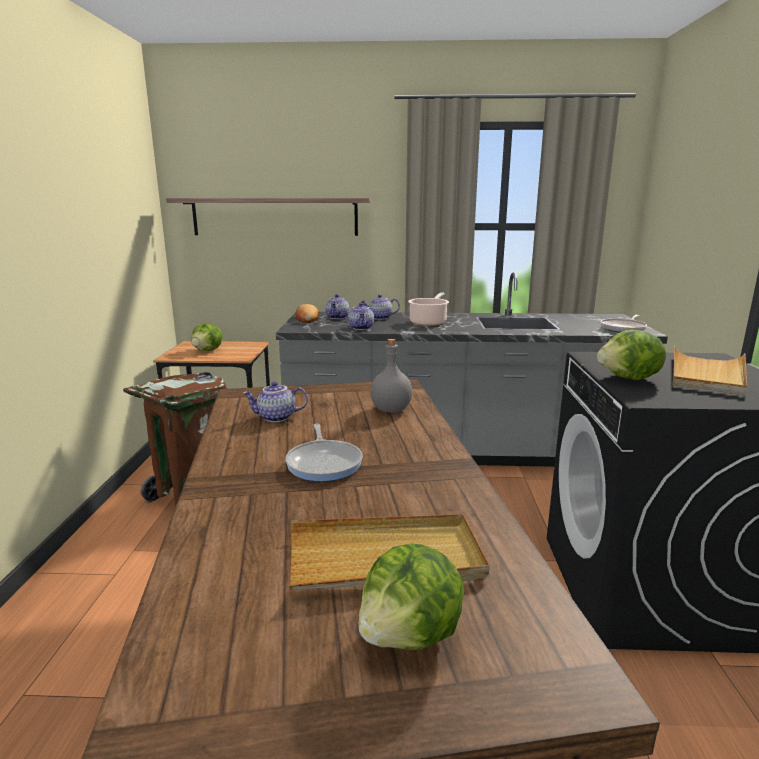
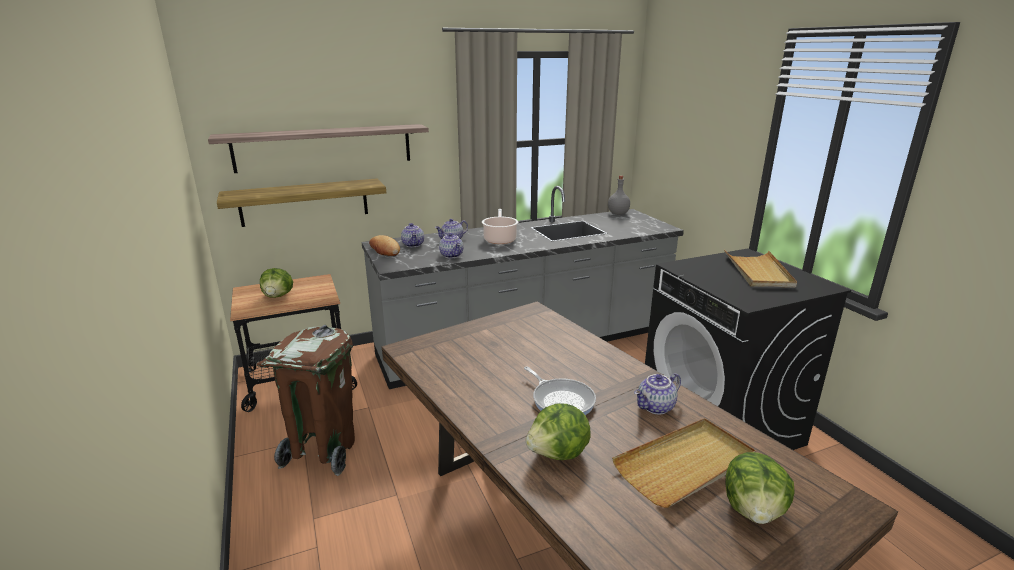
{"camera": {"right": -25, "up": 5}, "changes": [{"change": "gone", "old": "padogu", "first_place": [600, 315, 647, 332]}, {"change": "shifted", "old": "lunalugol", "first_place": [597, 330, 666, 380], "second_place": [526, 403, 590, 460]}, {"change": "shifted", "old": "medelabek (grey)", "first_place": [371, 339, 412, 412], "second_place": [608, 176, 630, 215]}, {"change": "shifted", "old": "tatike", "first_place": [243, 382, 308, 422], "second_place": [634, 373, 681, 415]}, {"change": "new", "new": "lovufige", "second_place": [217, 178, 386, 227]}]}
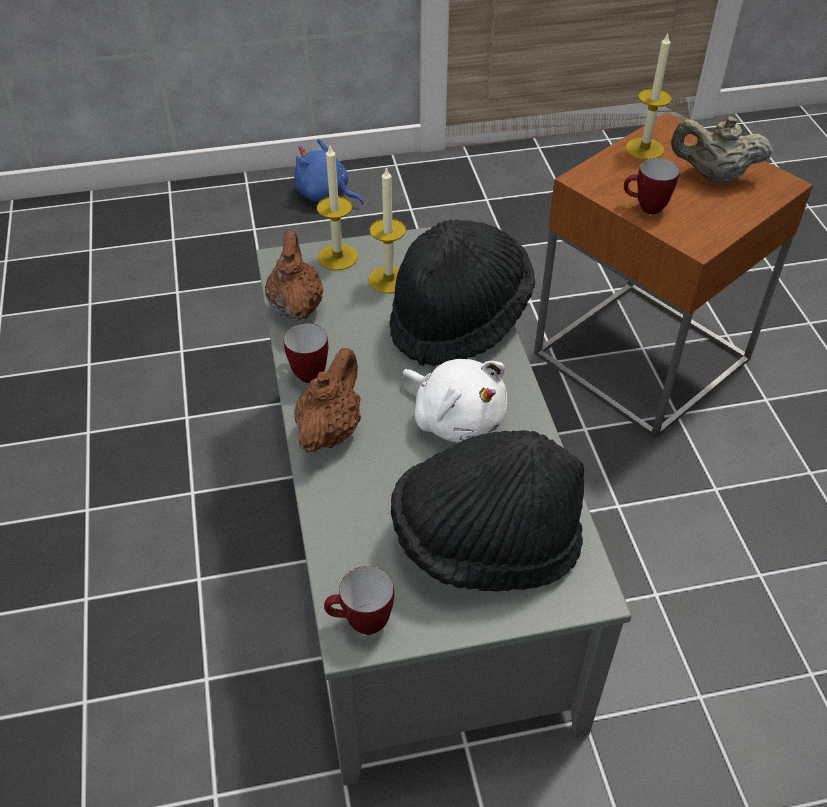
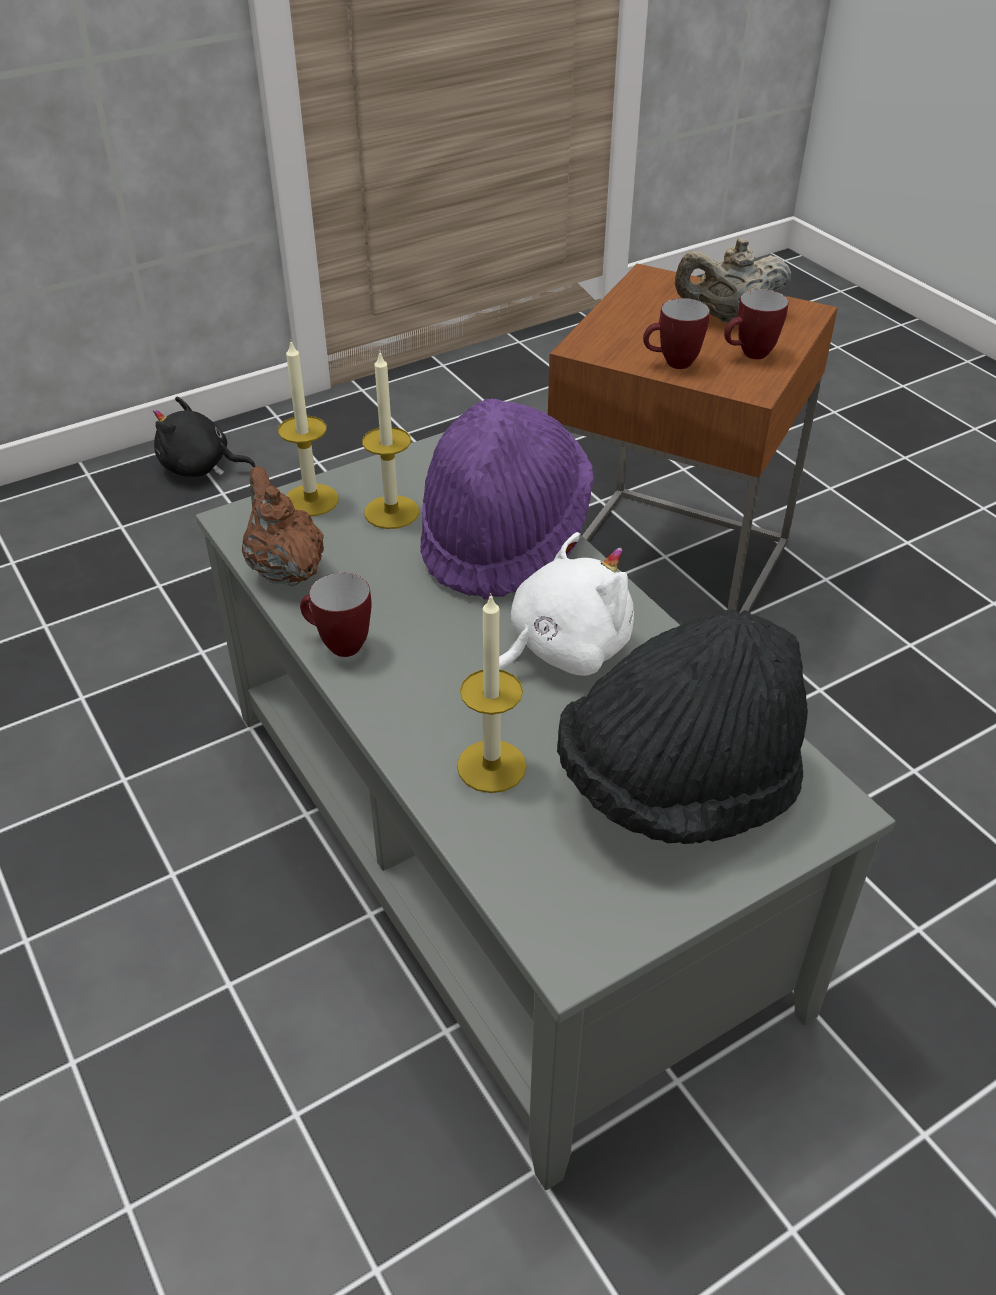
{"camera": {"right": -20, "up": -5}, "changes": [{"change": "shifted", "old": "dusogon", "first_place": [626, 34, 672, 160], "second_place": [457, 593, 527, 793]}, {"change": "repainted", "old": "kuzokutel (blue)", "new": "kuzokutel (black)", "first_place": [294, 139, 364, 205], "second_place": [153, 396, 256, 477]}, {"change": "repainted", "old": "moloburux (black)", "new": "moloburux (purple)", "first_place": [389, 219, 535, 366], "second_place": [420, 398, 594, 600]}, {"change": "gone", "old": "tatike (brown)", "first_place": [294, 348, 361, 452]}, {"change": "rotated", "old": "kuzokutel (white)", "first_place": [402, 359, 507, 443], "second_place": [499, 532, 634, 676], "degrees": -60}, {"change": "shifted", "old": "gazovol", "first_place": [324, 566, 394, 635], "second_place": [724, 289, 788, 359]}]}
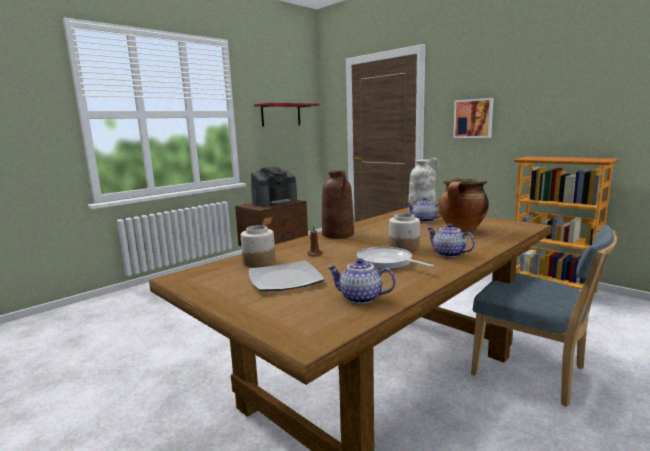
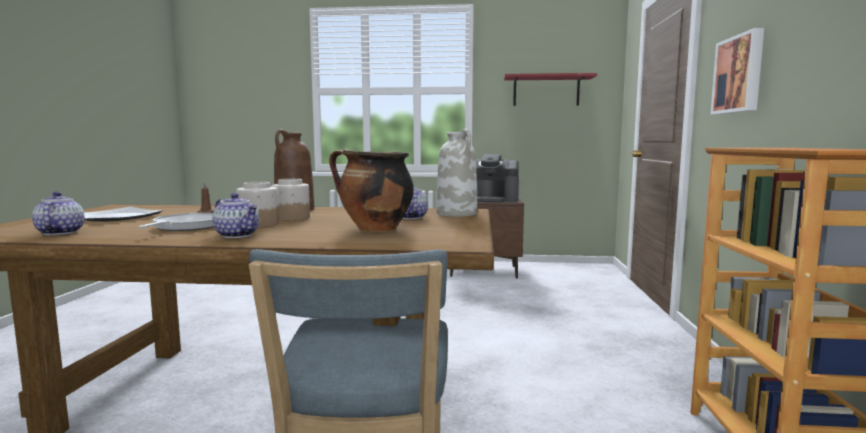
{"camera": {"right": 50, "up": -5}, "changes": [{"change": "rotated", "old": "tatike", "first_place": [427, 223, 475, 257], "second_place": [212, 193, 259, 238], "degrees": 120}, {"change": "shifted", "old": "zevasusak", "first_place": [241, 225, 275, 267], "second_place": [272, 179, 310, 221]}]}
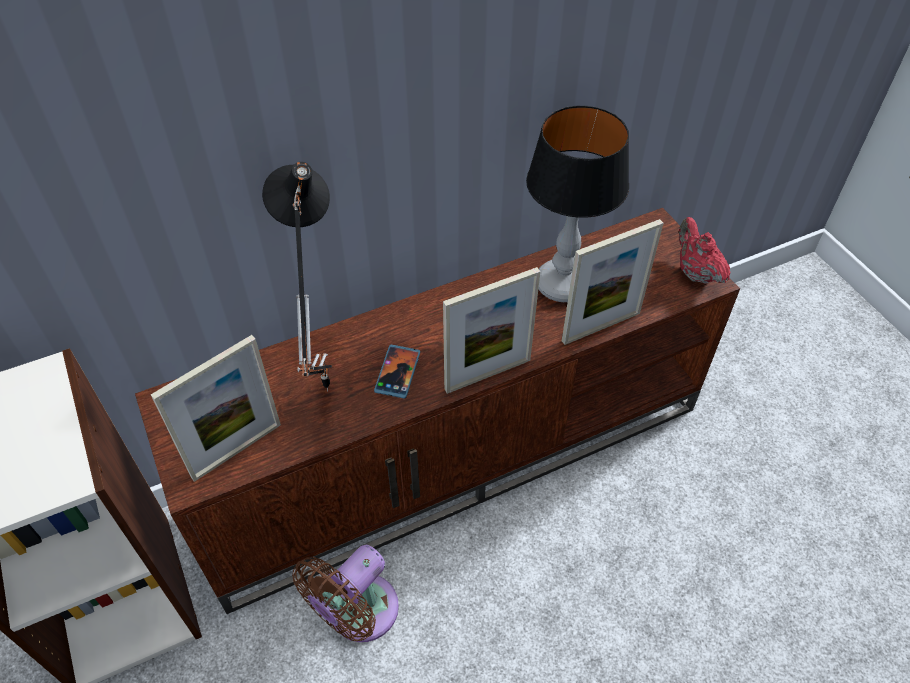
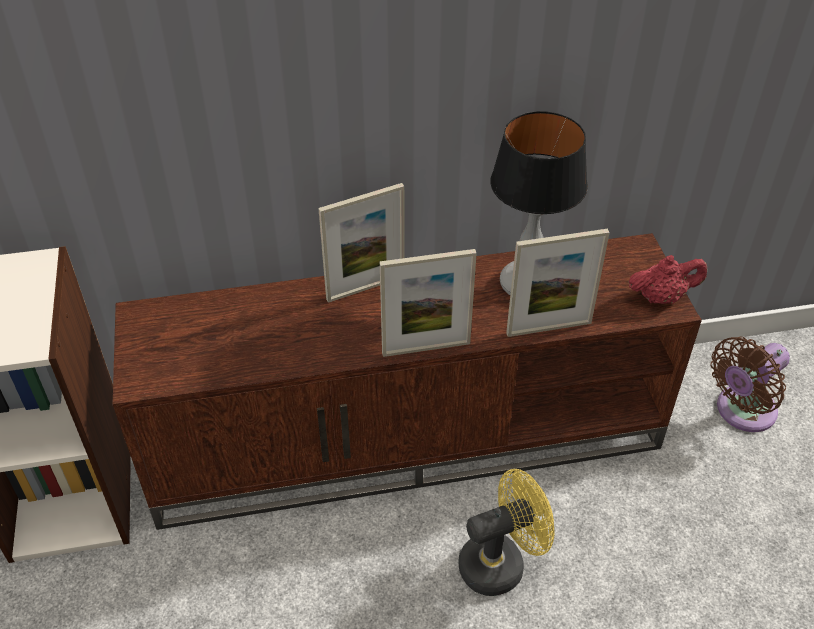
{"camera": {"right": 15, "up": -5}, "changes": [{"change": "gone", "old": "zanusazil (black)", "first_place": [262, 162, 332, 392]}, {"change": "rotated", "old": "tatike (red)", "first_place": [679, 217, 731, 284], "second_place": [629, 255, 707, 304], "degrees": 90}, {"change": "shifted", "old": "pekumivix", "first_place": [151, 335, 281, 482], "second_place": [318, 183, 405, 303]}, {"change": "gone", "old": "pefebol", "first_place": [374, 345, 420, 399]}, {"change": "shifted", "old": "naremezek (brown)", "first_place": [292, 545, 399, 642], "second_place": [710, 336, 790, 432]}, {"change": "new", "new": "naremezek (yellow)", "second_place": [459, 469, 555, 596]}]}
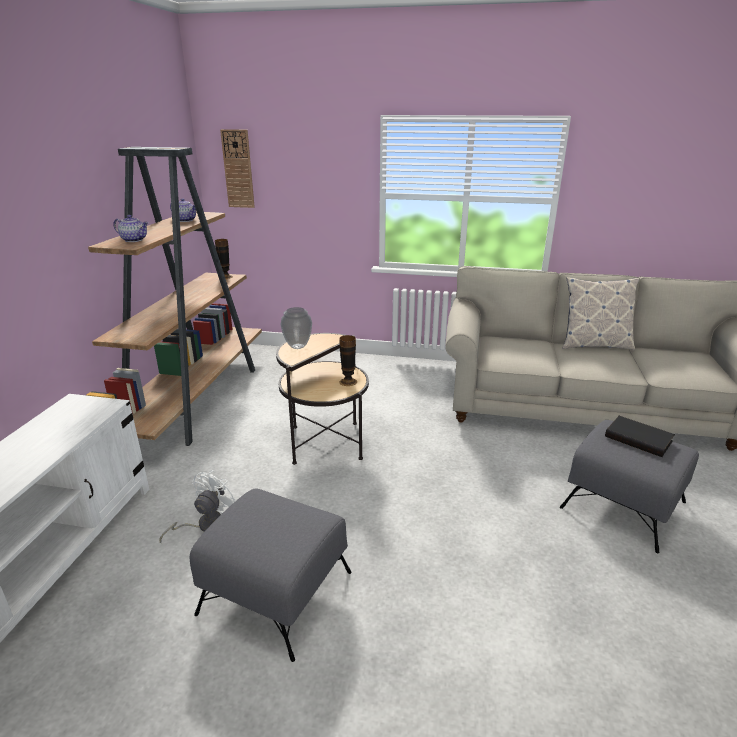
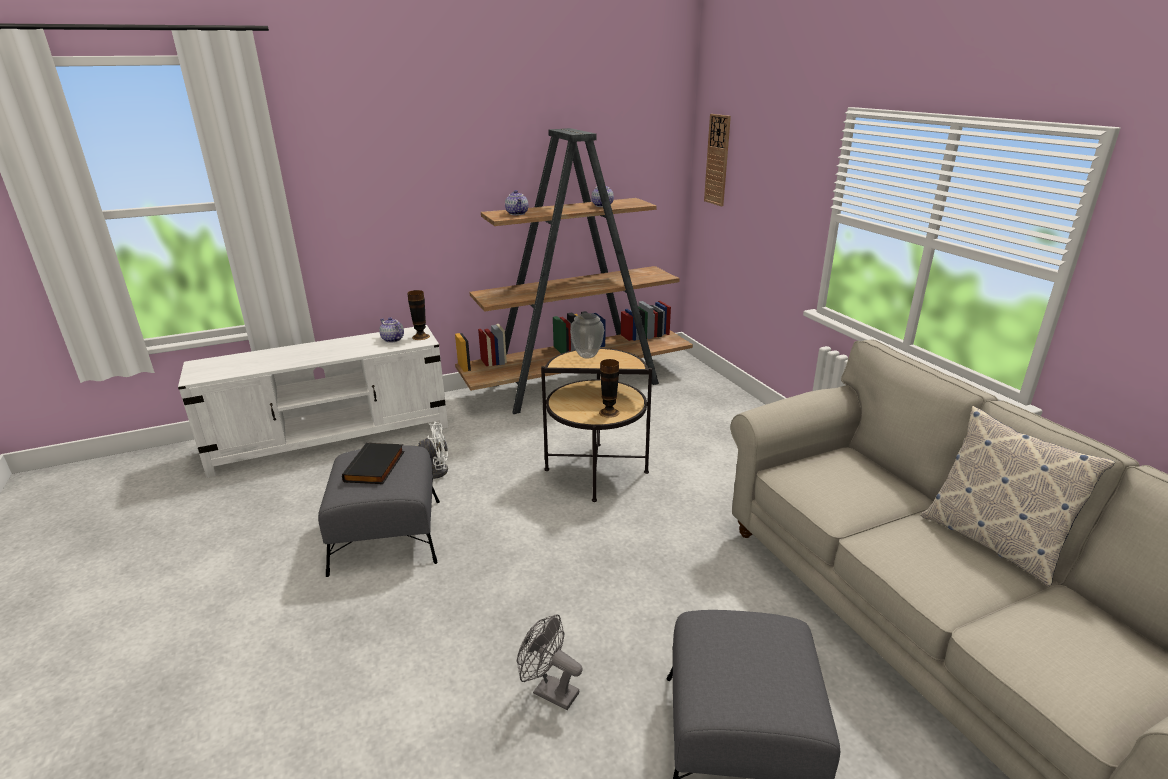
{"camera": {"right": 55, "up": 0}, "changes": [{"change": "shifted", "old": "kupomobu", "first_place": [215, 239, 233, 279], "second_place": [407, 290, 430, 340]}, {"change": "shifted", "old": "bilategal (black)", "first_place": [605, 416, 675, 457], "second_place": [342, 442, 404, 484]}, {"change": "new", "new": "tatike", "second_place": [379, 317, 404, 343]}, {"change": "new", "new": "naremezek (grey)", "second_place": [517, 615, 583, 710]}]}
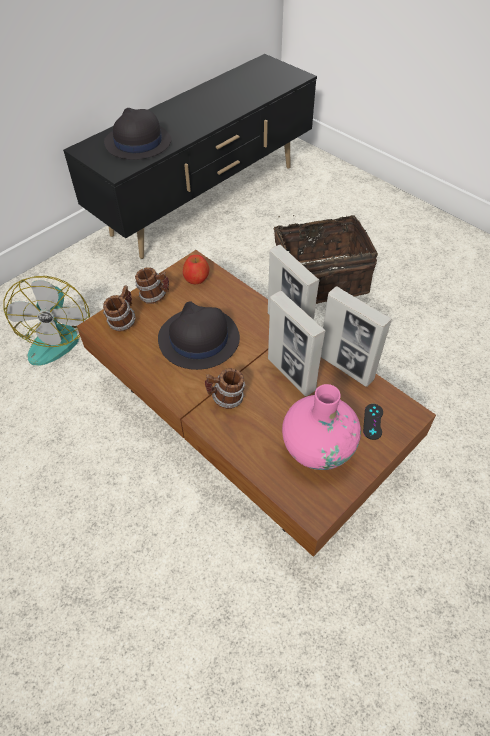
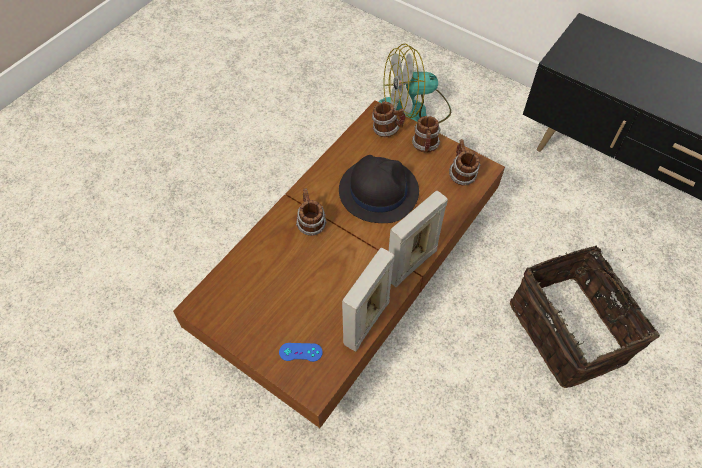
{"camera": {"right": 80, "up": 5}, "changes": [{"change": "gone", "old": "moloburux (black)", "first_place": [104, 108, 171, 160]}, {"change": "swapped", "old": "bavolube", "new": "gazovol", "first_place": [183, 255, 210, 284], "second_place": [449, 139, 480, 186]}, {"change": "gone", "old": "pekumivix", "first_place": [268, 291, 326, 396]}, {"change": "gone", "old": "kupomobu (pink)", "first_place": [282, 384, 361, 470]}, {"change": "repainted", "old": "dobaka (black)", "new": "dobaka (blue)", "first_place": [363, 404, 383, 440], "second_place": [279, 343, 323, 362]}]}
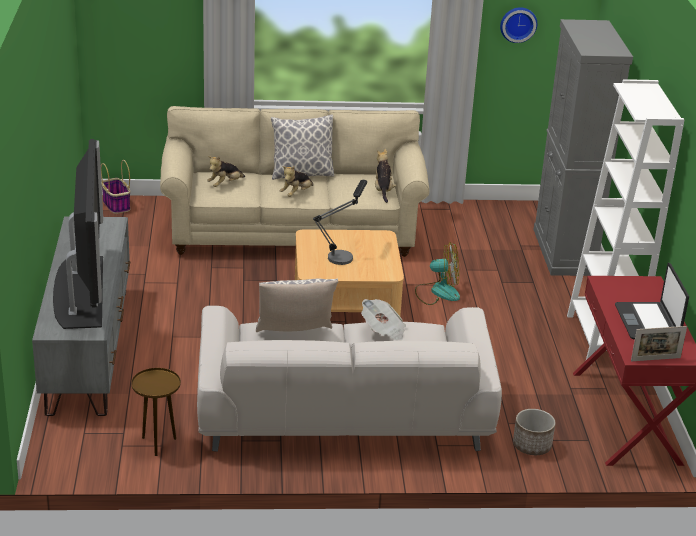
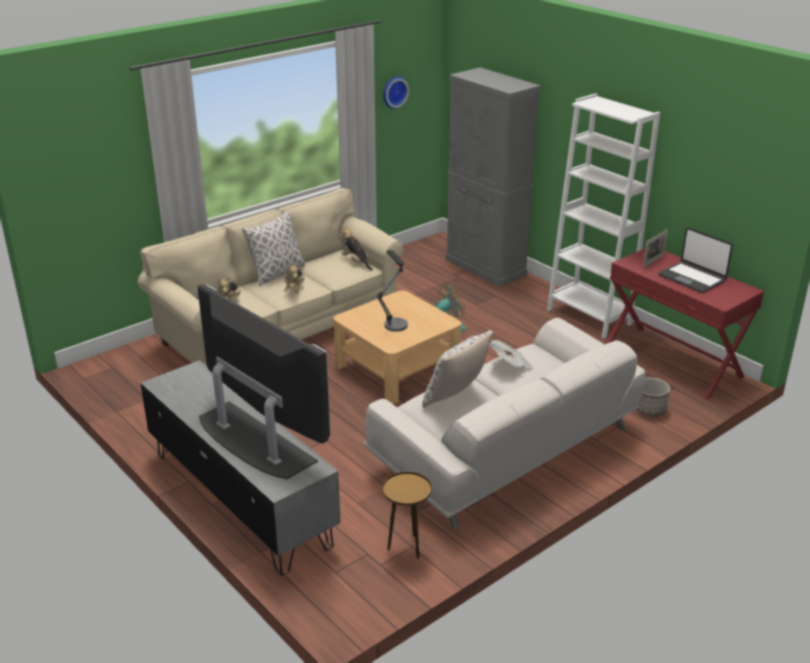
{"camera": {"right": -35, "up": 0}, "changes": [{"change": "gone", "old": "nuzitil", "first_place": [101, 160, 130, 214]}, {"change": "shifted", "old": "pekumivix", "first_place": [631, 326, 687, 361], "second_place": [643, 229, 668, 268]}]}
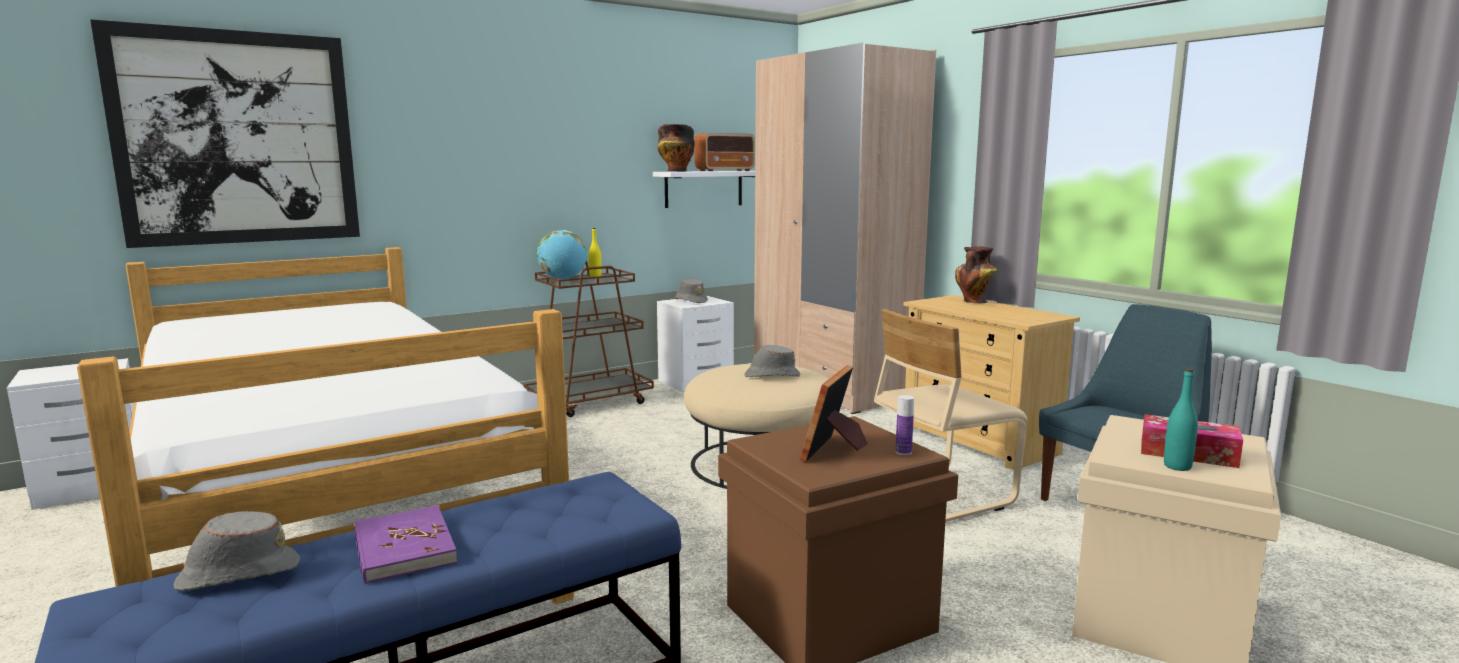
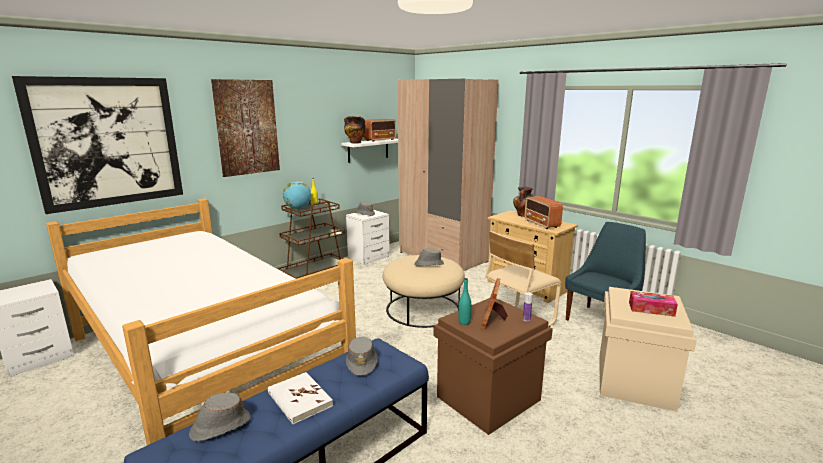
{"camera": {"right": -10, "up": 5}, "changes": [{"change": "shifted", "old": "medelabek (turquoise)", "first_place": [1164, 369, 1198, 471], "second_place": [458, 278, 471, 325]}, {"change": "repainted", "old": "bilategal (purple)", "new": "bilategal (white)", "first_place": [355, 505, 458, 584], "second_place": [268, 372, 333, 424]}, {"change": "new", "new": "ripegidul", "second_place": [211, 79, 280, 177]}, {"change": "new", "new": "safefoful", "second_place": [525, 196, 563, 229]}, {"change": "new", "new": "moloburux (grey)", "second_place": [346, 337, 378, 376]}]}
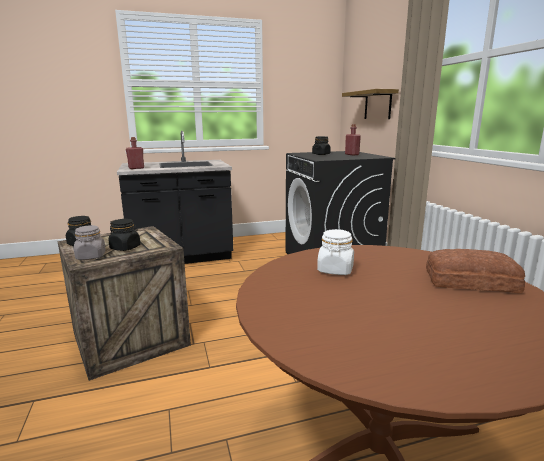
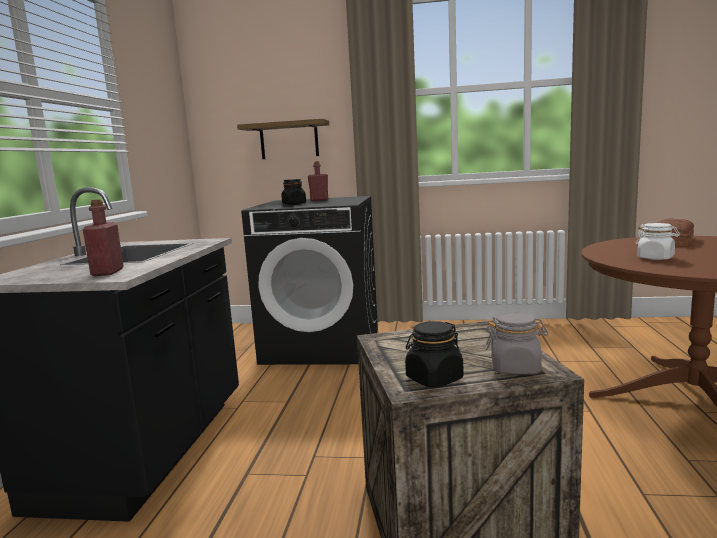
{"camera": {"right": -65, "up": -5}, "changes": [{"change": "gone", "old": "zevasusak (black)", "first_place": [108, 219, 141, 251]}]}
